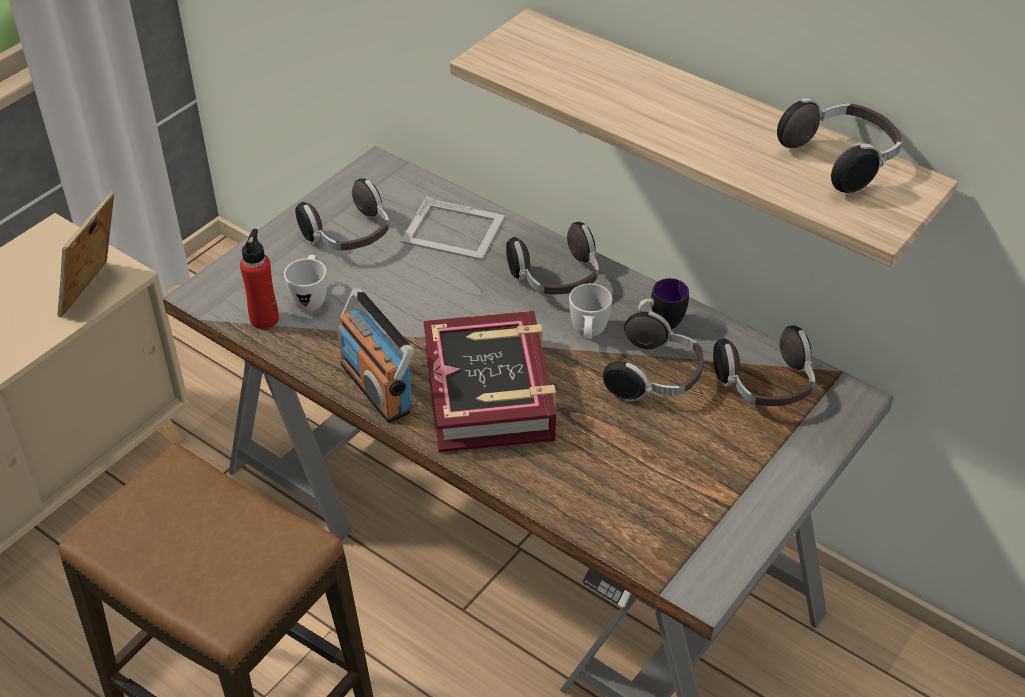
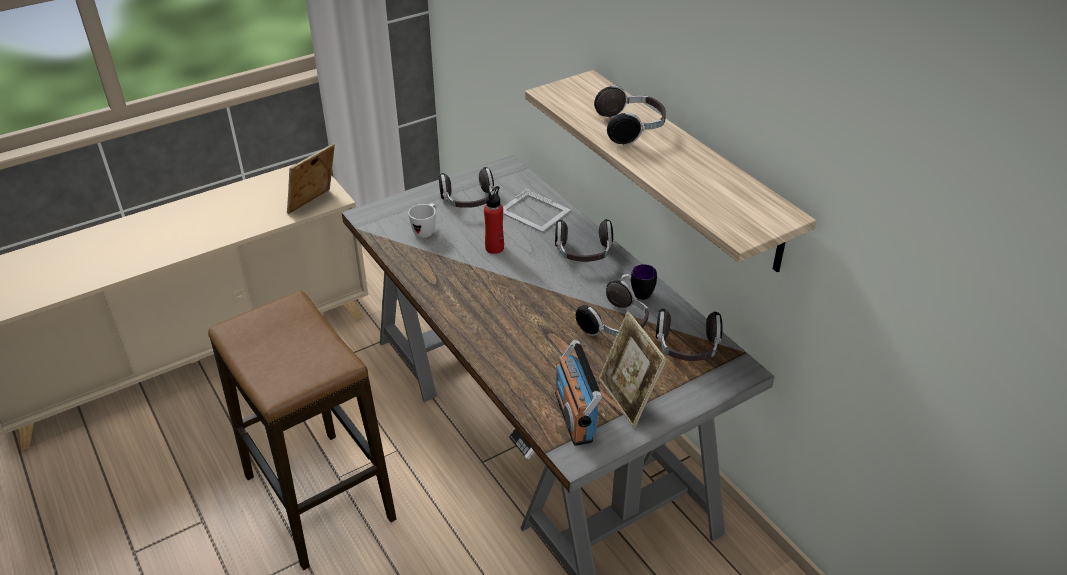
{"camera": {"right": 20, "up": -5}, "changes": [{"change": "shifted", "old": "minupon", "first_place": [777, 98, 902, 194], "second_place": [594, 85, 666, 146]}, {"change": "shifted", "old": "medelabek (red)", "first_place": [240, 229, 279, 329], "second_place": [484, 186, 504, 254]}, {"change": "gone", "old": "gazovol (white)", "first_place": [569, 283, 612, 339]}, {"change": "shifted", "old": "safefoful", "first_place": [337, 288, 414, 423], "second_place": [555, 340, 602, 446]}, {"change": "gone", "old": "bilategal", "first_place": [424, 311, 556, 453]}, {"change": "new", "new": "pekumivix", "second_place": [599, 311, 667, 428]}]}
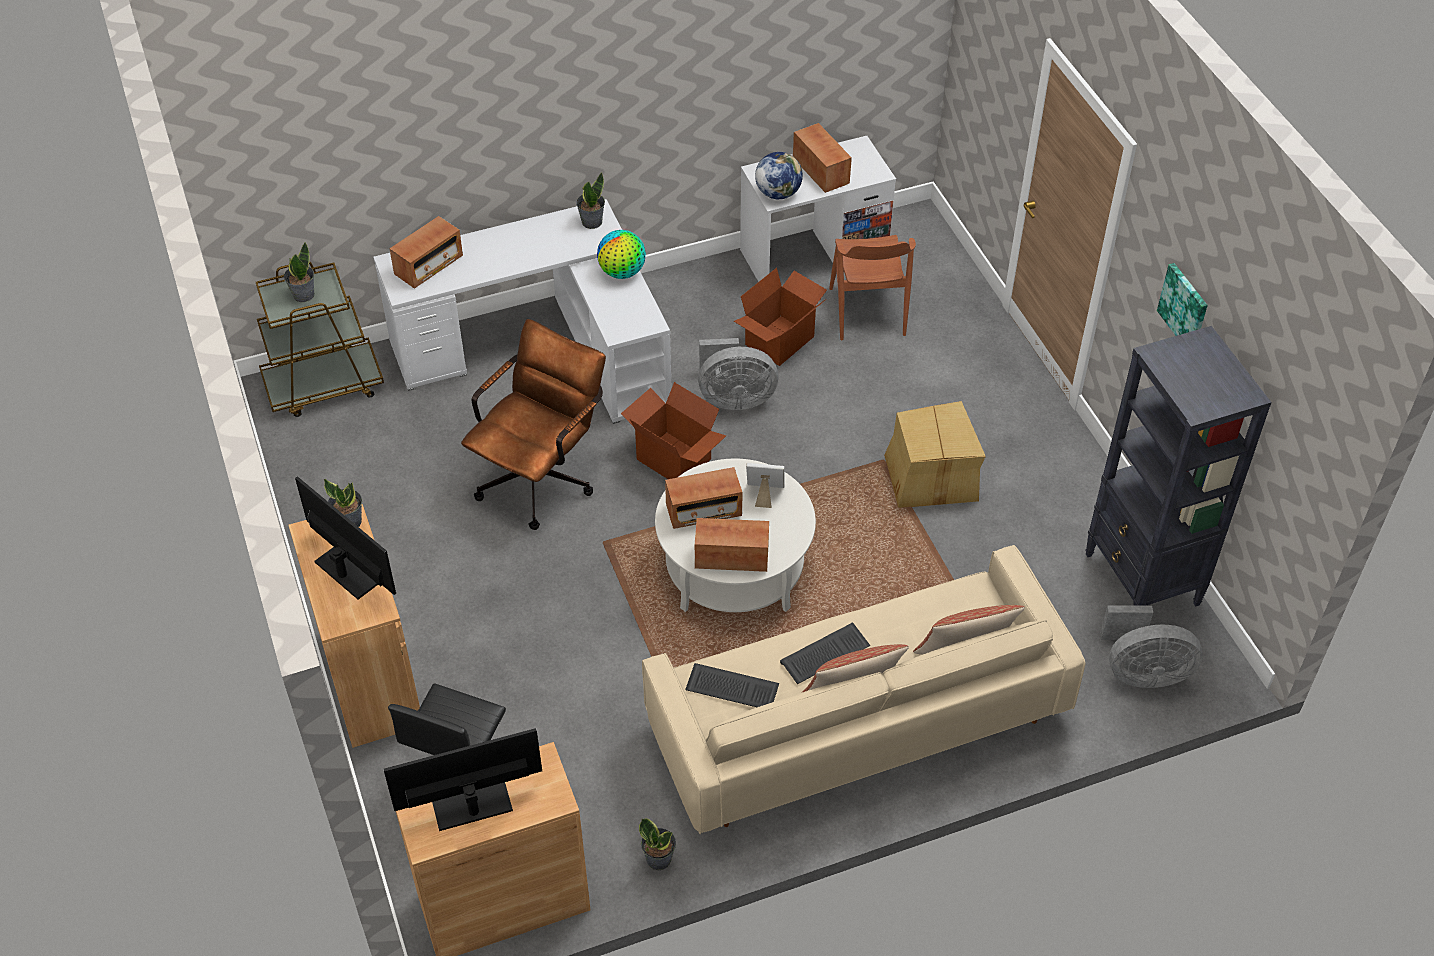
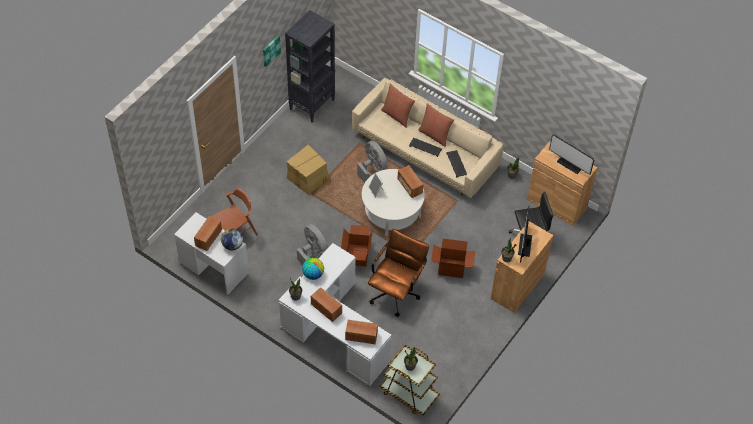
{"camera": {"right": -125, "up": 5}, "changes": [{"change": "shifted", "old": "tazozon", "first_place": [734, 268, 827, 366], "second_place": [431, 239, 475, 278]}, {"change": "rotated", "old": "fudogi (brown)", "first_place": [461, 319, 606, 530], "second_place": [368, 229, 429, 317], "degrees": 120}, {"change": "shifted", "old": "safefoful", "first_place": [665, 467, 743, 529], "second_place": [311, 287, 342, 322]}, {"change": "shifted", "old": "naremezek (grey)", "first_place": [1100, 605, 1202, 688], "second_place": [357, 141, 388, 183]}]}
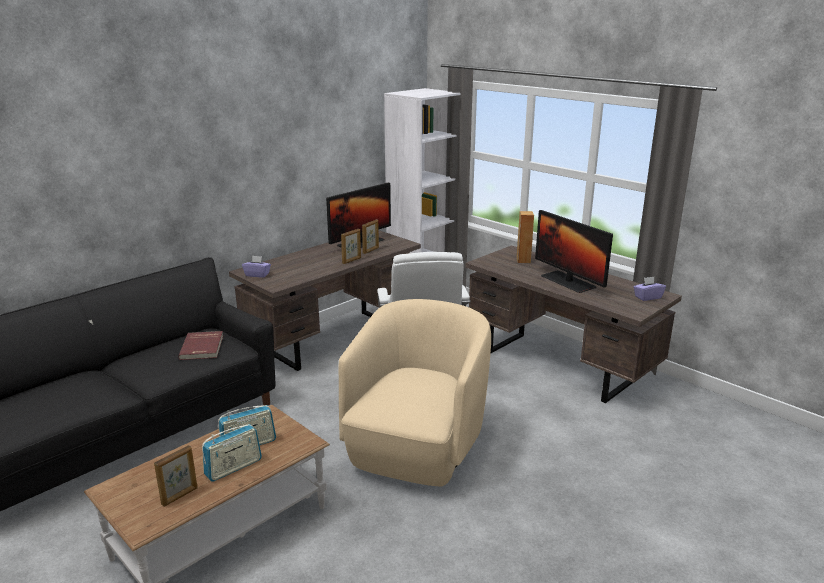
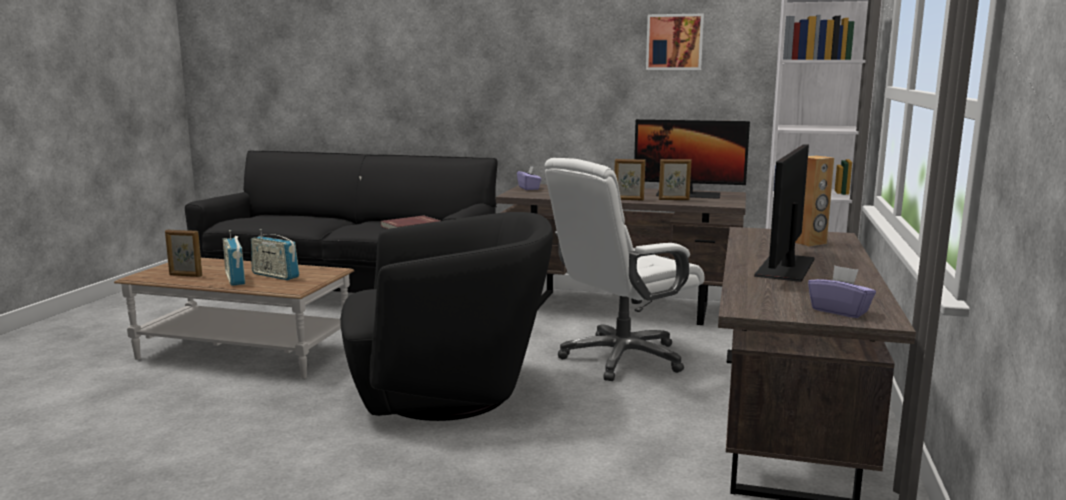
{"camera": {"right": 60, "up": -10}, "changes": [{"change": "repainted", "old": "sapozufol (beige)", "new": "sapozufol (black)", "first_place": [339, 299, 491, 486], "second_place": [340, 212, 553, 421]}, {"change": "rotated", "old": "safefoful", "first_place": [202, 424, 262, 482], "second_place": [223, 230, 245, 286], "degrees": 45}, {"change": "new", "new": "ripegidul", "second_place": [646, 14, 704, 70]}]}
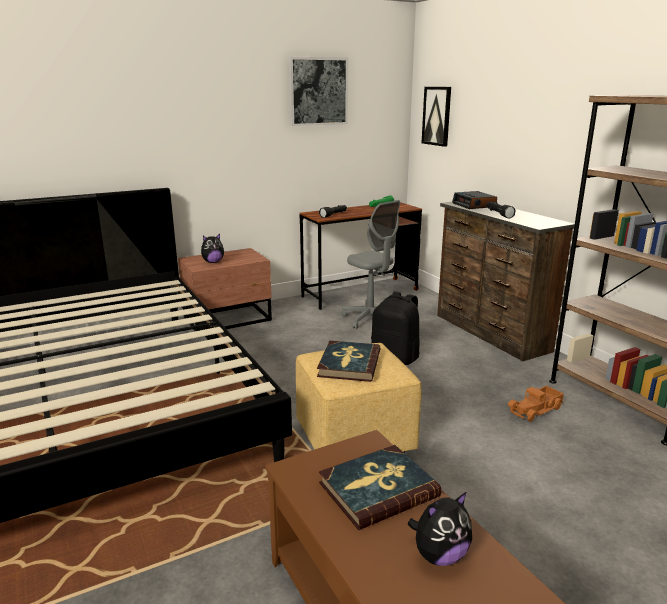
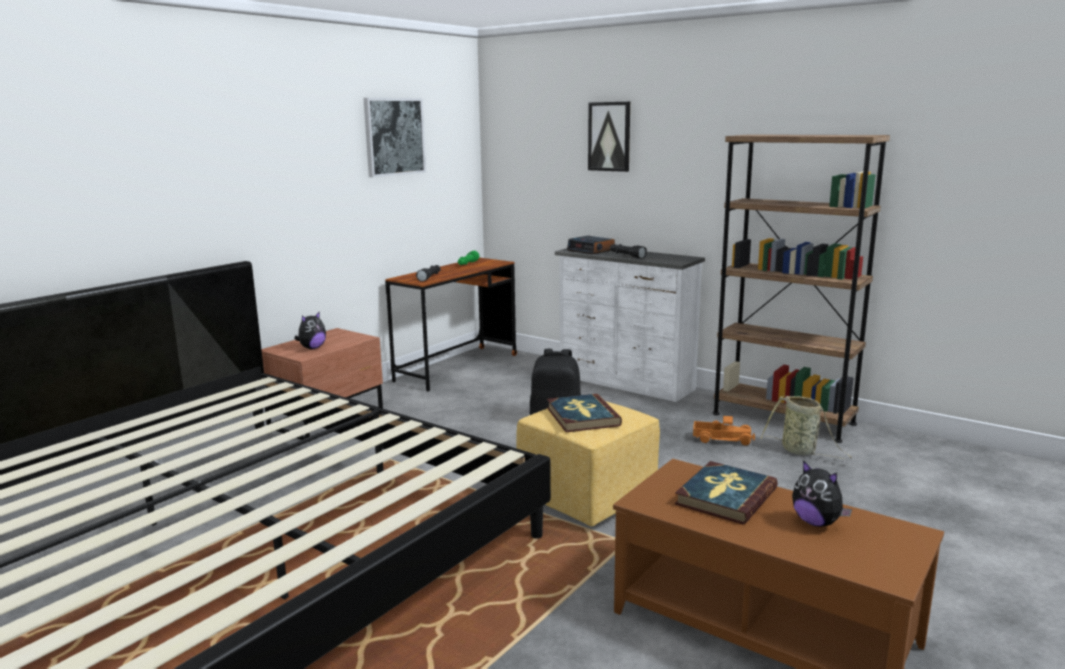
{"camera": {"right": -25, "up": -5}, "changes": [{"change": "shifted", "old": "ripegidul", "first_place": [422, 87, 451, 147], "second_place": [588, 102, 630, 172]}, {"change": "gone", "old": "fudogi (grey)", "first_place": [342, 200, 400, 329]}, {"change": "repainted", "old": "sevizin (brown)", "new": "sevizin (white)", "first_place": [437, 202, 575, 361], "second_place": [555, 248, 705, 402]}, {"change": "rotated", "old": "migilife", "first_place": [508, 385, 564, 422], "second_place": [693, 416, 755, 445], "degrees": -105}, {"change": "rotated", "old": "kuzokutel", "first_place": [408, 492, 472, 566], "second_place": [792, 460, 852, 527], "degrees": 105}, {"change": "new", "new": "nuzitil", "second_place": [761, 395, 852, 459]}]}
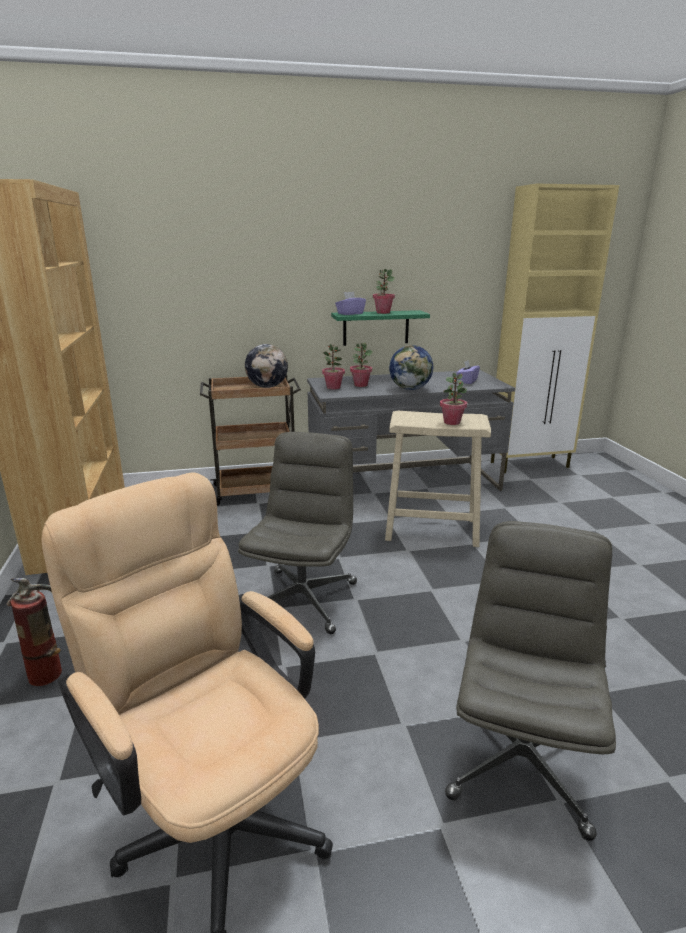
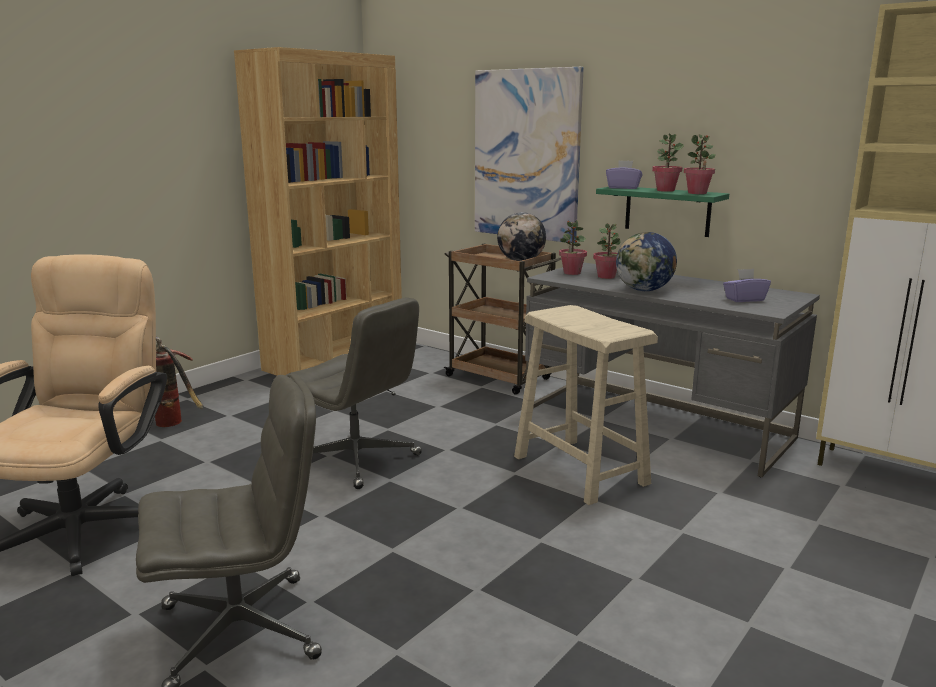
{"camera": {"right": 50, "up": -5}, "changes": [{"change": "shifted", "old": "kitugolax", "first_place": [440, 373, 467, 425], "second_place": [684, 134, 716, 194]}, {"change": "rotated", "old": "fudogi (grey)", "first_place": [238, 432, 357, 634], "second_place": [285, 297, 422, 489], "degrees": 60}, {"change": "new", "new": "ripegidul", "second_place": [475, 67, 584, 243]}]}
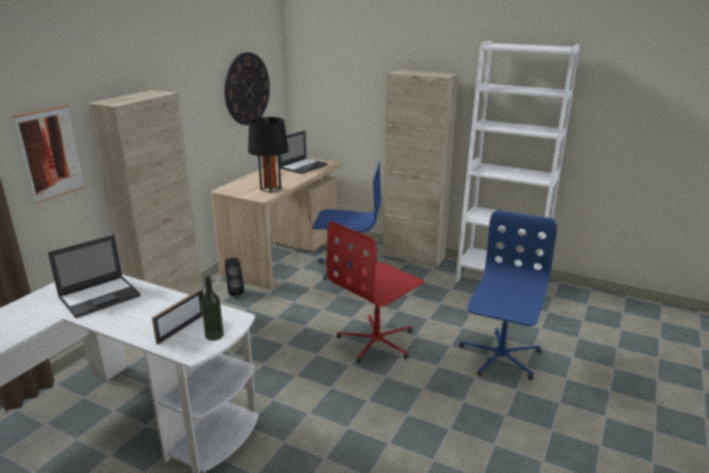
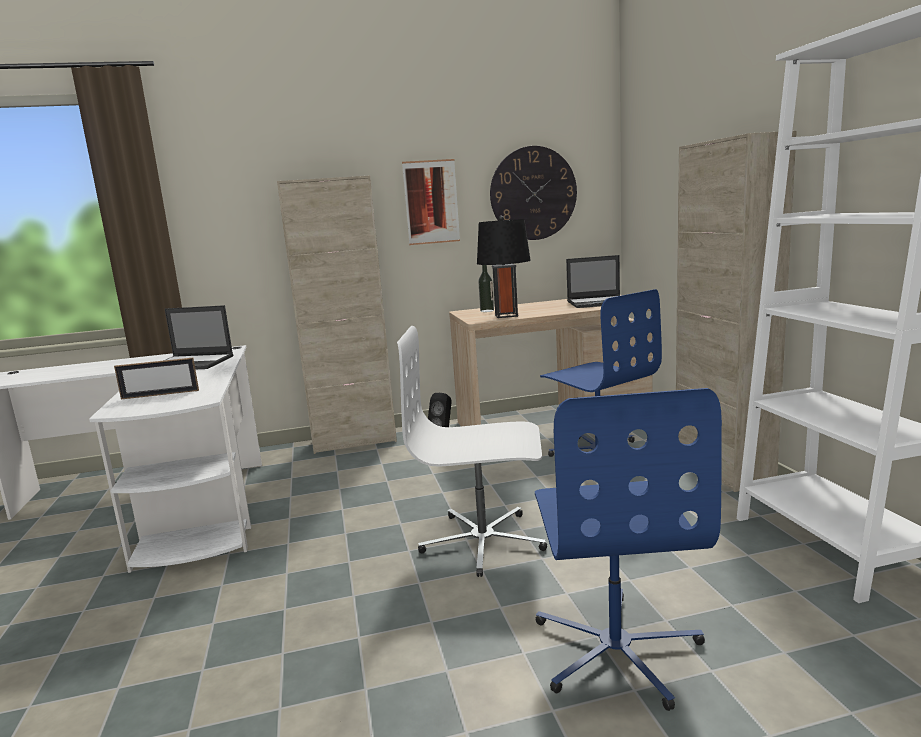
{"camera": {"right": 50, "up": -10}, "changes": [{"change": "shifted", "old": "ripegidul", "first_place": [14, 105, 85, 204], "second_place": [402, 159, 460, 245]}, {"change": "rotated", "old": "fudogi (blue)", "first_place": [459, 210, 557, 380], "second_place": [535, 388, 722, 711], "degrees": 105}, {"change": "repainted", "old": "fudogi (red)", "new": "fudogi (white)", "first_place": [327, 221, 425, 363], "second_place": [397, 326, 547, 577]}, {"change": "shifted", "old": "medelabek", "first_place": [201, 276, 224, 341], "second_place": [478, 265, 494, 312]}]}
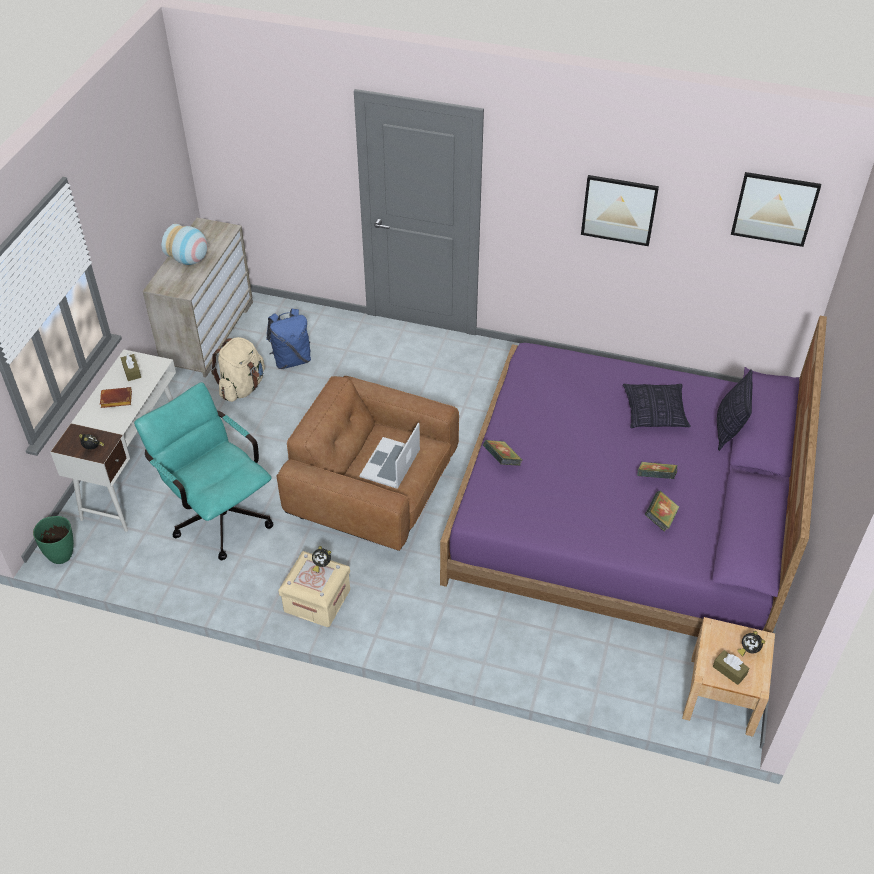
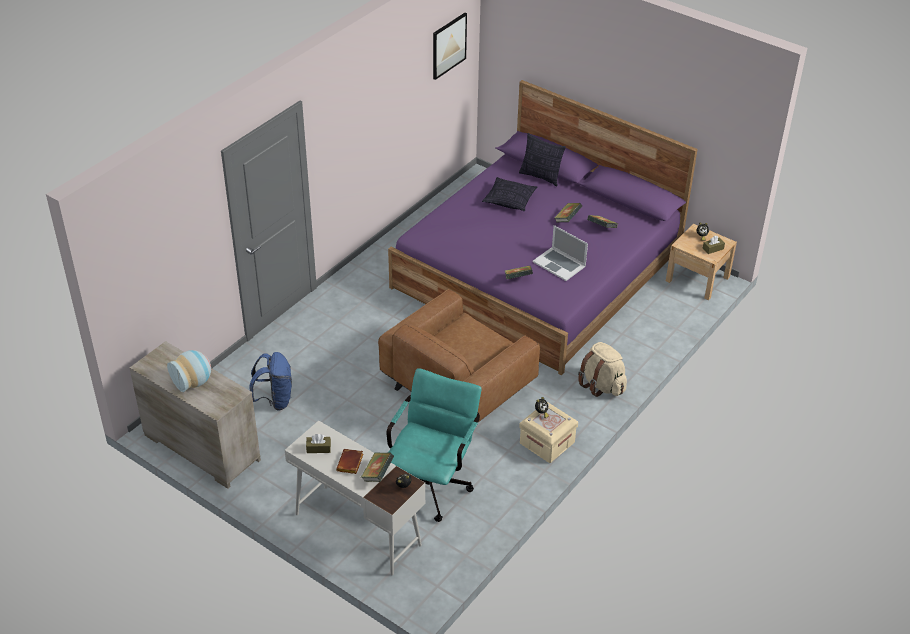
{"camera": {"right": -70, "up": -5}, "changes": [{"change": "gone", "old": "ripegidul", "first_place": [581, 175, 659, 246]}, {"change": "shifted", "old": "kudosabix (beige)", "first_place": [211, 337, 265, 402], "second_place": [578, 342, 627, 397]}, {"change": "rotated", "old": "fudogi (turquoise)", "first_place": [134, 382, 273, 560], "second_place": [387, 368, 481, 522], "degrees": 135}, {"change": "shifted", "old": "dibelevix", "first_place": [359, 422, 420, 489], "second_place": [533, 225, 588, 281]}, {"change": "gone", "old": "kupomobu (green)", "first_place": [33, 516, 74, 564]}, {"change": "new", "new": "bilategal", "second_place": [361, 453, 394, 482]}]}
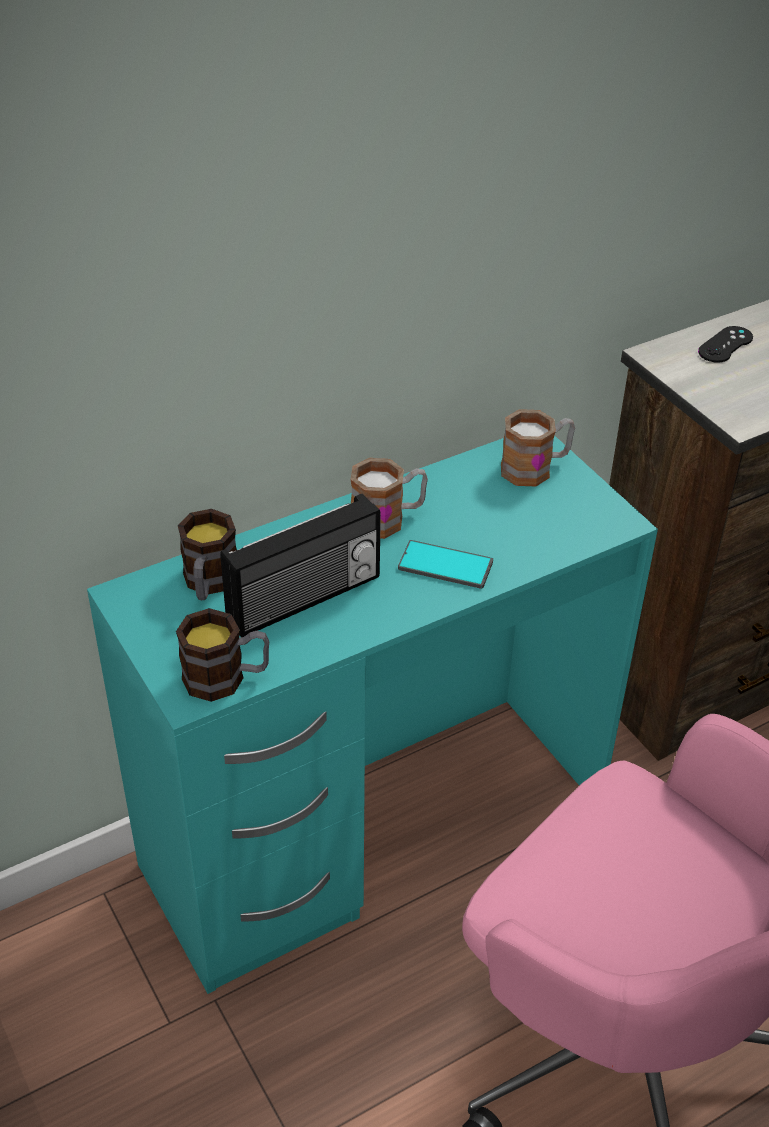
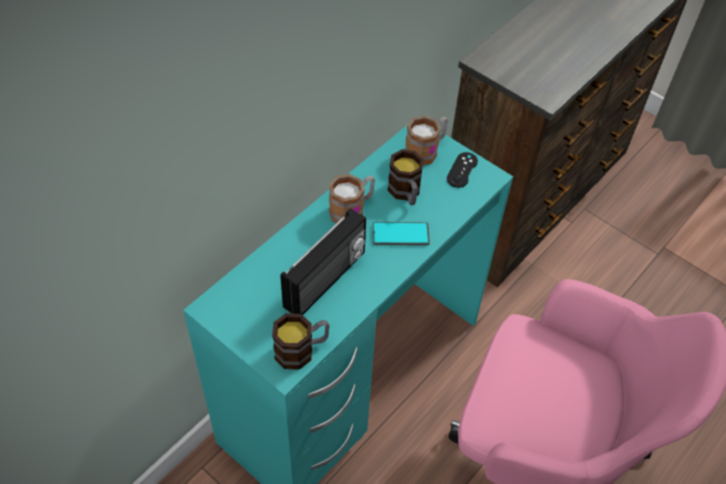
{"camera": {"right": -20, "up": 10}, "changes": [{"change": "shifted", "old": "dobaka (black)", "first_place": [698, 326, 753, 363], "second_place": [447, 152, 478, 188]}, {"change": "shifted", "old": "gazovol", "first_place": [178, 509, 237, 600], "second_place": [387, 149, 424, 205]}]}
